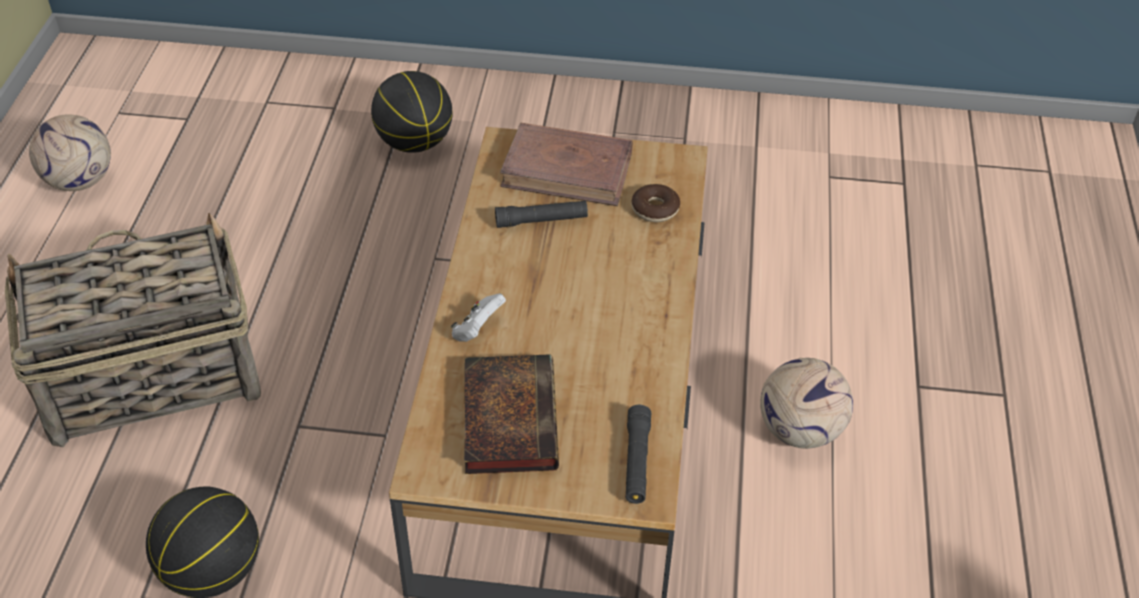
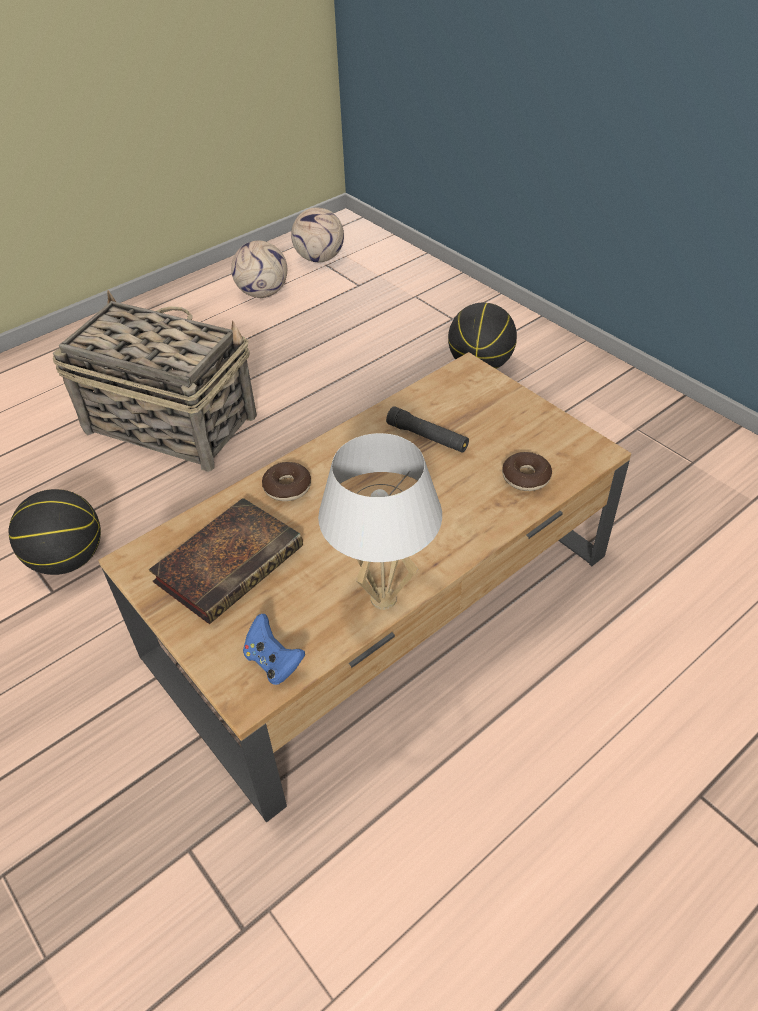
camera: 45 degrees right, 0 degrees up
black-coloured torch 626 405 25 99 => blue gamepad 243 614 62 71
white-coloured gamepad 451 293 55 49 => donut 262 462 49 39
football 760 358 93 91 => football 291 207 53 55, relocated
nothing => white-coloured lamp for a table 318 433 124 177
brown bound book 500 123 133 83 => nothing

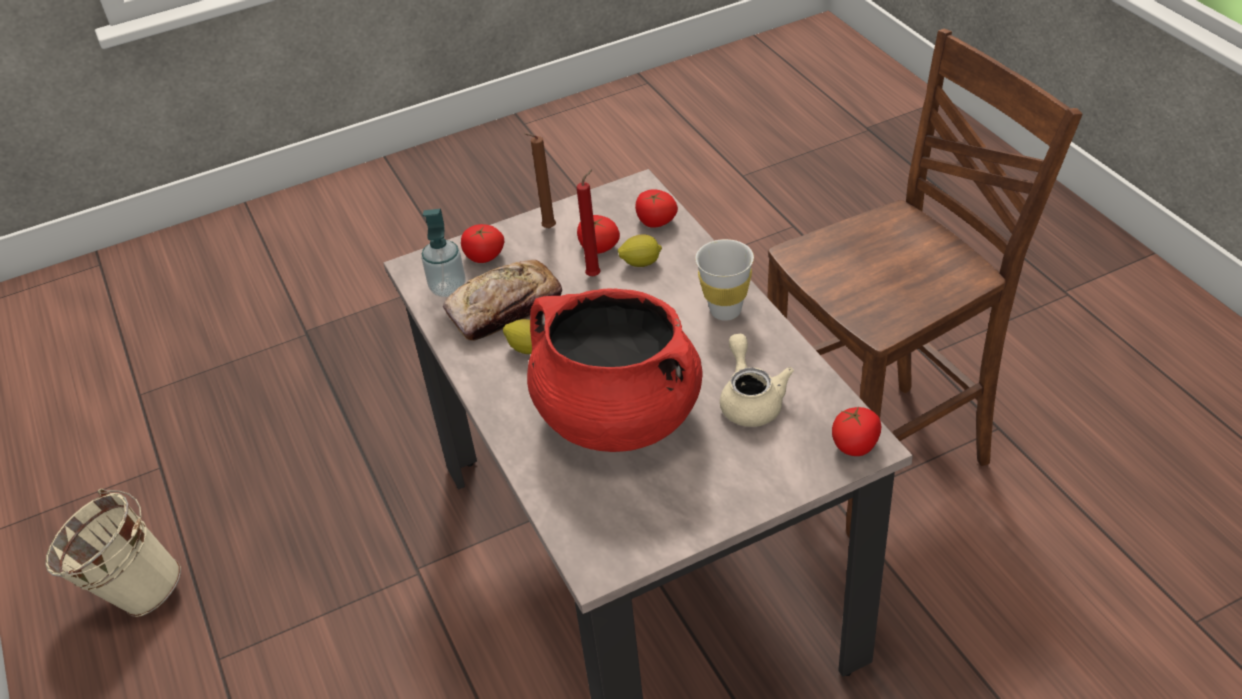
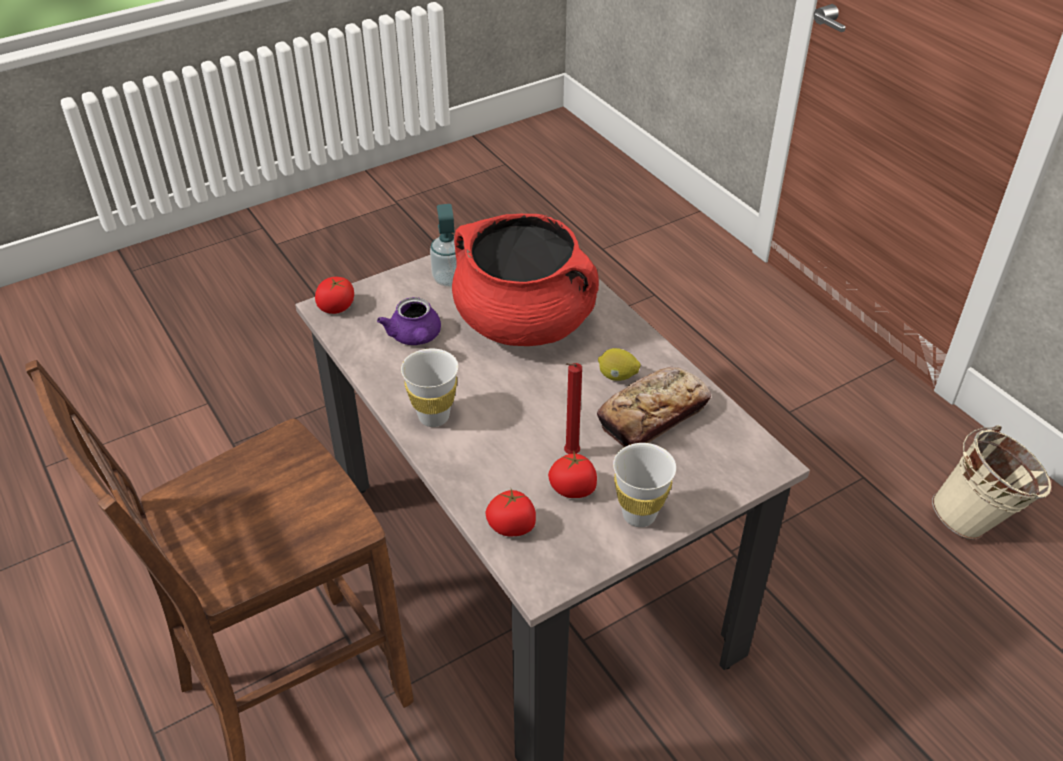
camera: 170 degrees right, 0 degrees up
sand-coloured teapot 720 334 74 93 => purplish teapot 377 297 64 48
soap dispenser 421 209 45 88 => soap dispenser 430 204 27 83, relocated
brown wax light 524 133 32 96 => white-coloured small cup 613 443 63 84
whole tomato 461 224 43 39 => nothing
citrus fruit 618 235 44 32 => nothing

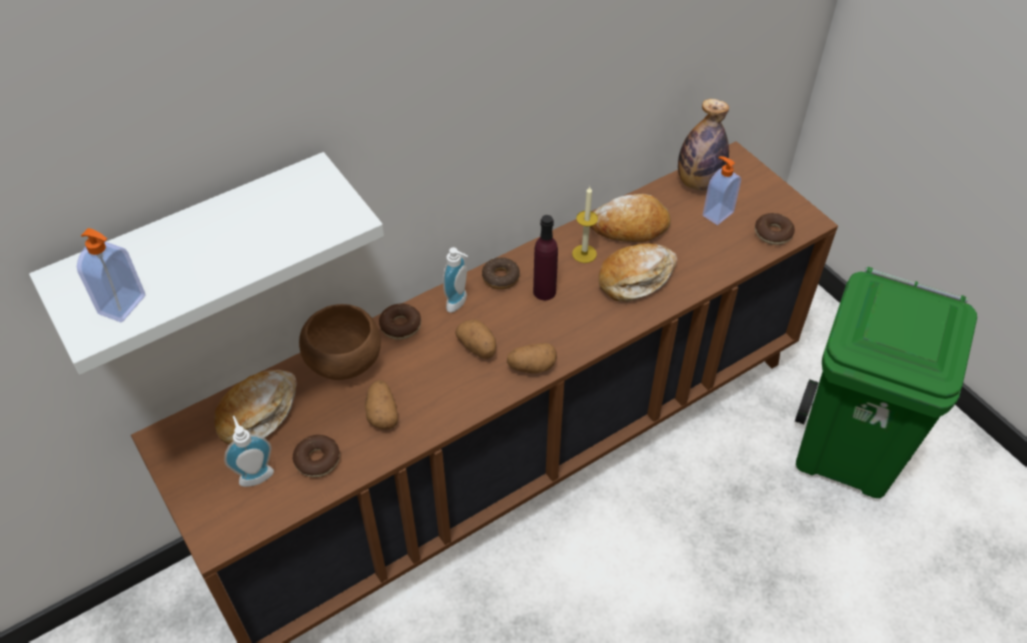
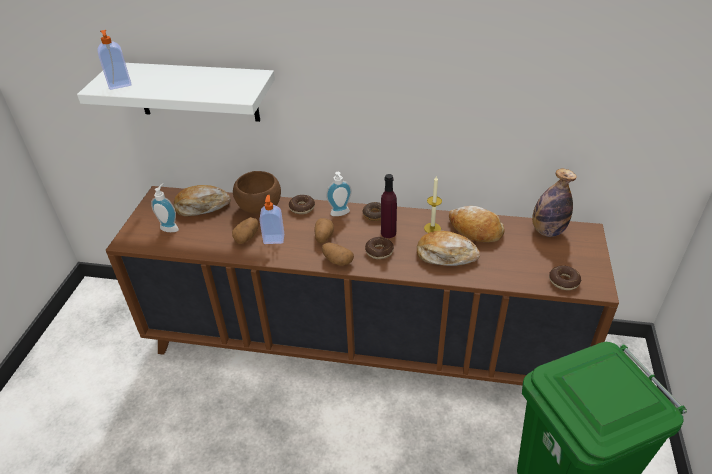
camera: 45 degrees right, 10 degrees down
soap dispenser 703 156 38 69 => soap dispenser 259 195 25 49, relocated
donut 293 435 47 42 => donut 365 237 29 22, relocated

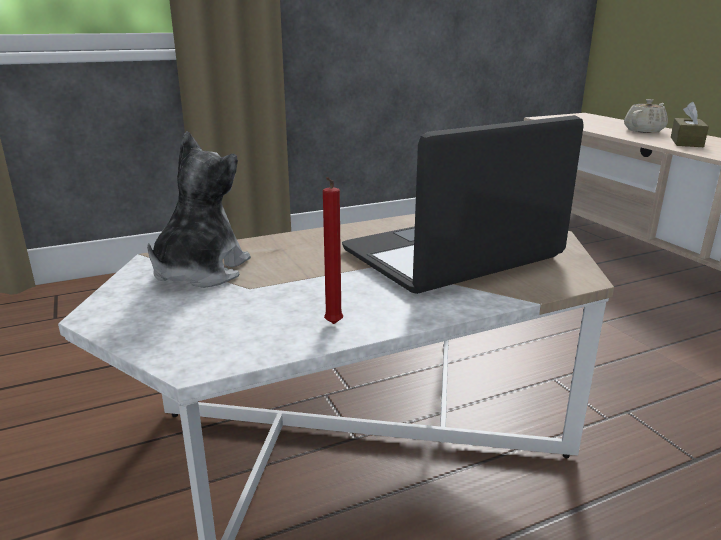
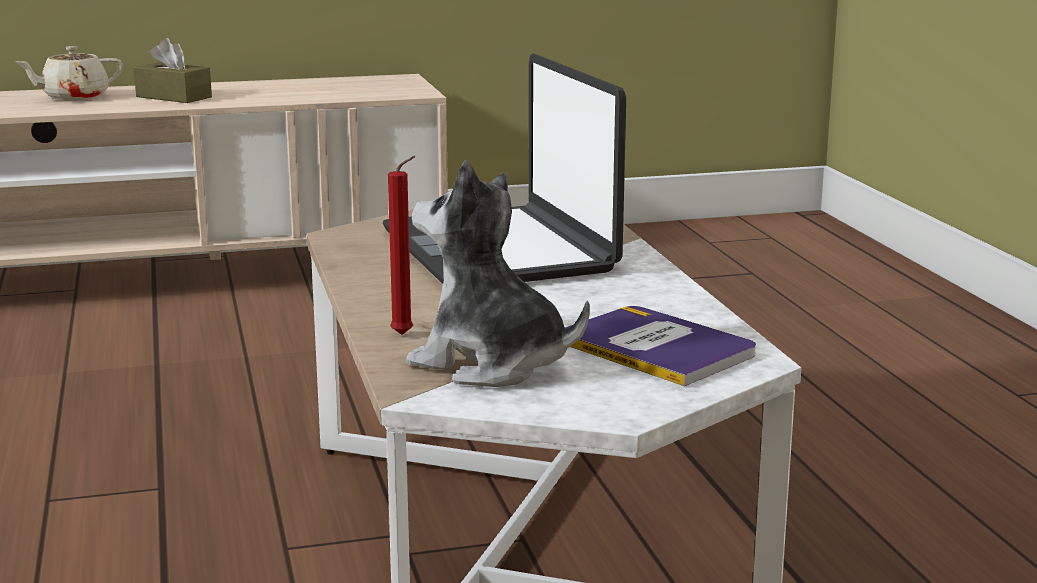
camera: 80 degrees left, 5 degrees down
sand-coloured teapot 624 99 44 34 => sand-coloured teapot 15 46 108 55, 90 degrees counterclockwise
red wax light 323 177 20 147 => red wax light 388 156 28 179, relocated
nothing => bound book 565 306 191 80

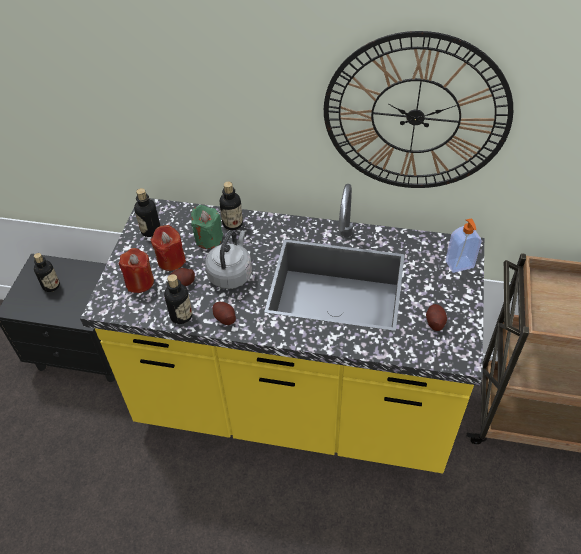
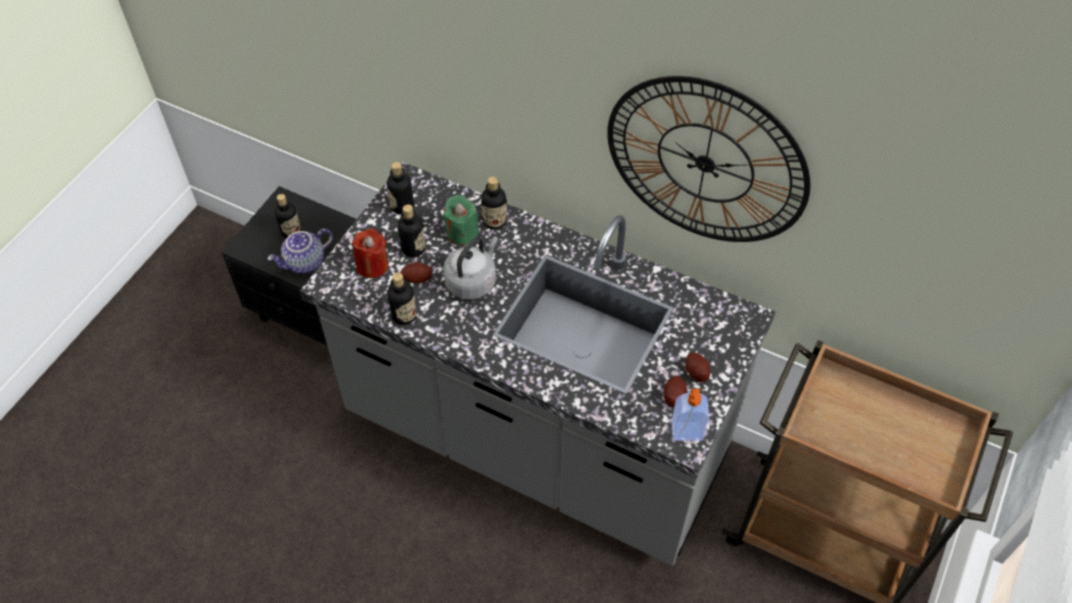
camera: 15 degrees right, 5 degrees up
nothing => teapot 267 228 66 45
yellow kitchen base unit 80 184 404 289 => grey kitchen base unit 300 162 475 404
red wax light 151 225 35 46 => beverage bottle 398 204 28 53
soap dispenser 445 218 37 55 => soap dispenser 671 389 38 52, relocated
spud 212 302 24 23 => spud 686 353 24 29, relocated

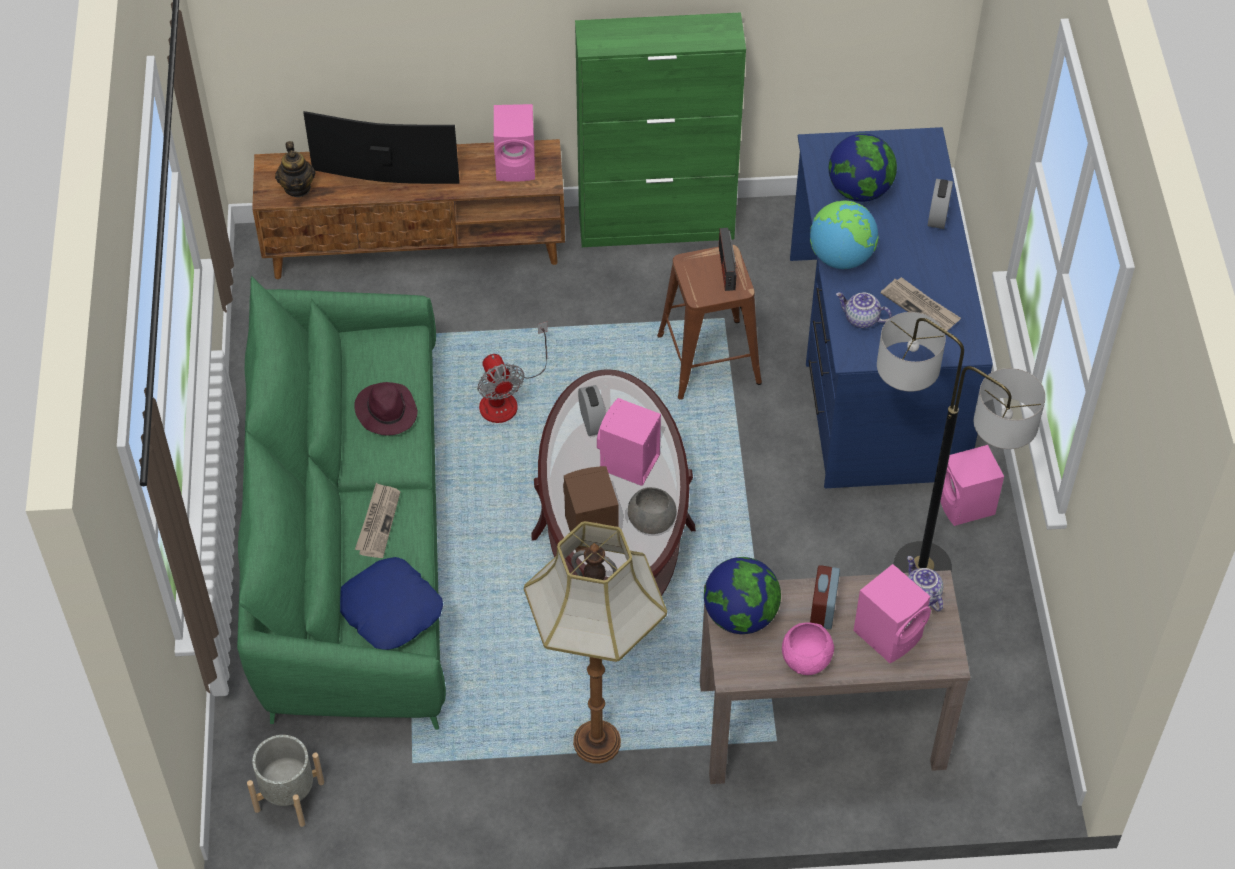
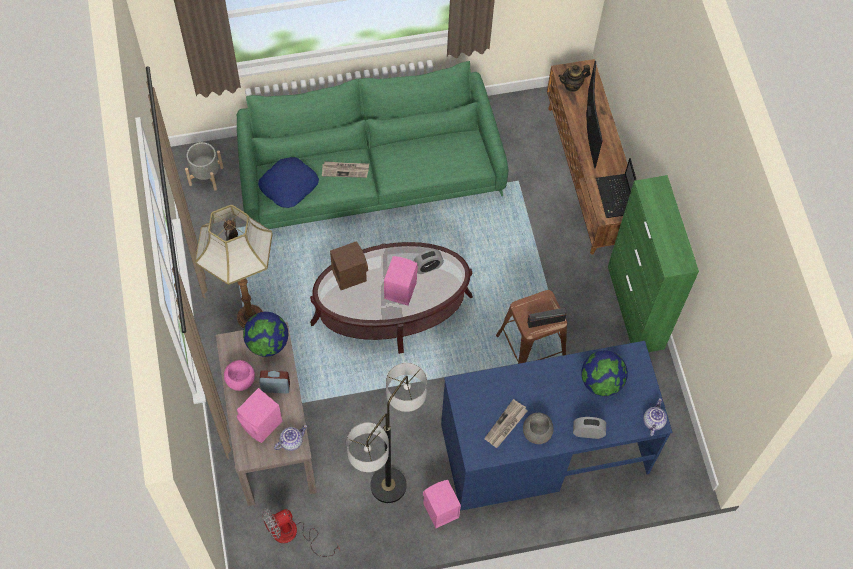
camera: 80 degrees right, 10 degrees up
fan 477 322 71 101 => fan 262 509 78 48, relocated
grey serving bowl 628 487 48 47 => grey serving bowl 523 413 31 31, relocated
pinkish loudspeaker 494 104 41 78 => laptop 596 158 40 60
teapot 836 292 56 36 => teapot 643 398 24 38, relocated
purplish wearable hat 354 382 64 54 => nothing
desk globe 810 201 69 68 => nothing

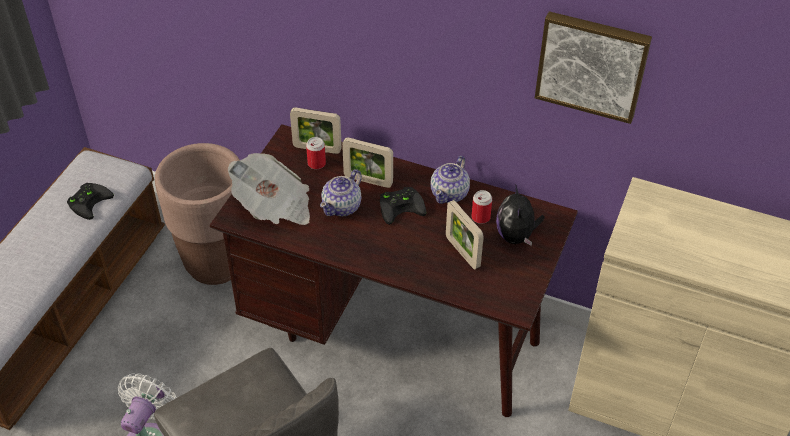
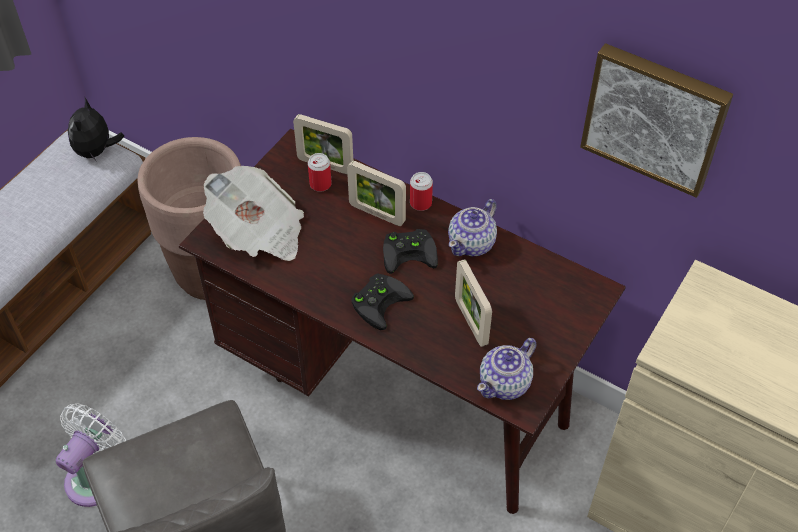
camera: 10 degrees right, 5 degrees up
soft toy 496 184 49 62 => soft toy 68 98 56 62, relocated
black-coloured gamepad 67 183 47 37 => black-coloured gamepad 351 273 63 57, relocated
can 471 190 21 34 => can 410 172 23 39, relocated
teapot 320 169 42 48 => teapot 477 338 59 62, relocated

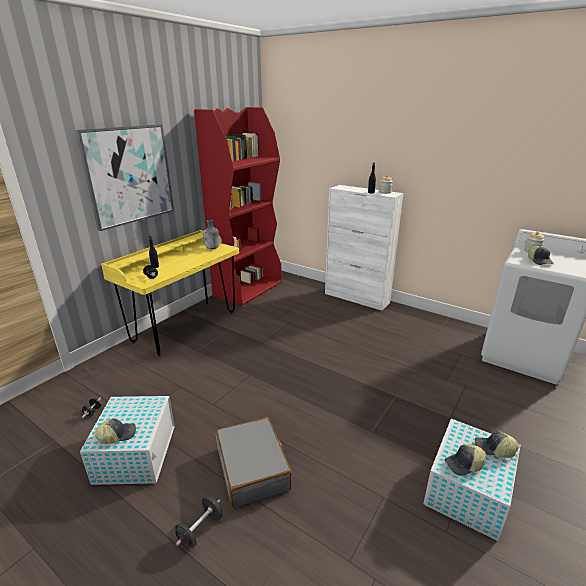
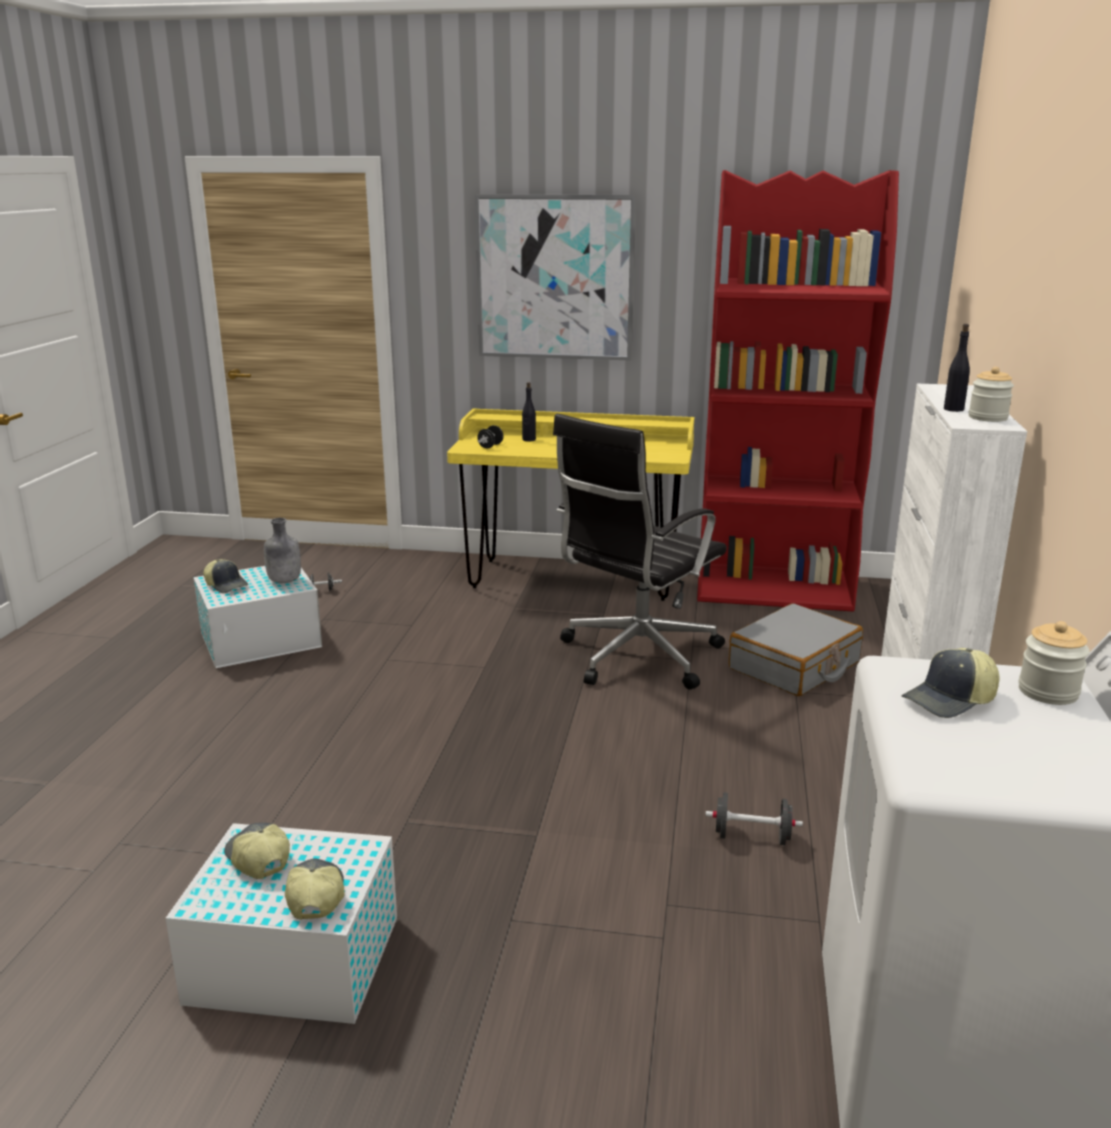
camera: 65 degrees right, 5 degrees down
grey beverage bottle 203 219 17 30 => grey beverage bottle 264 518 37 65, relocated
nothing => black-coloured computer chair 553 414 174 276
black-coloured free weight 175 496 48 52 => black-coloured free weight 705 792 98 53, relocated
grey piece of luggage 216 417 76 91 => grey piece of luggage 729 603 134 93, relocated

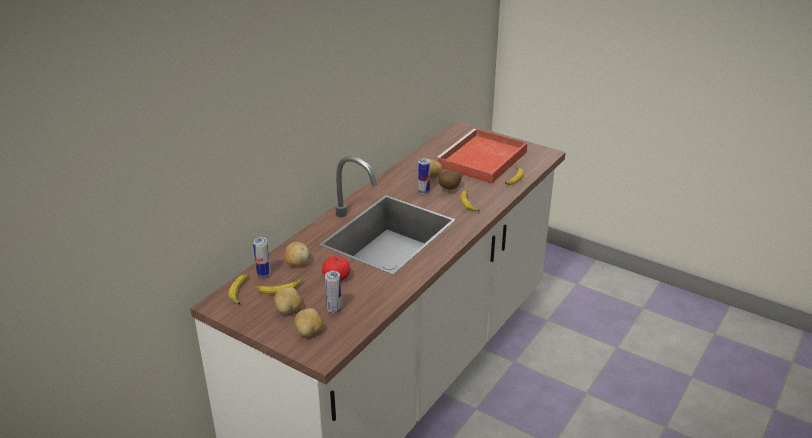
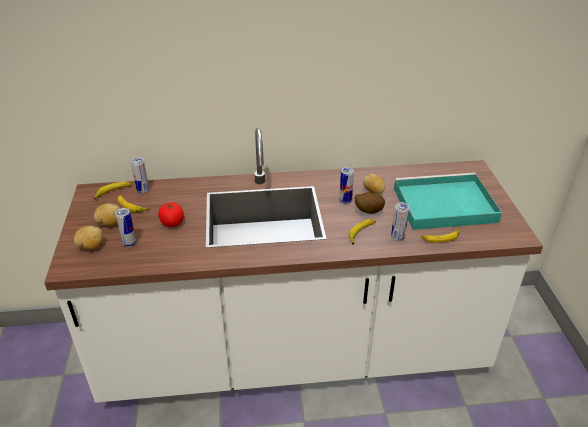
camera: 50 degrees right, 5 degrees up
nothing => can 391 202 18 39
red carrying tray 436 129 91 55 => turquoise carrying tray 394 173 108 57
spud 285 242 24 24 => nothing

